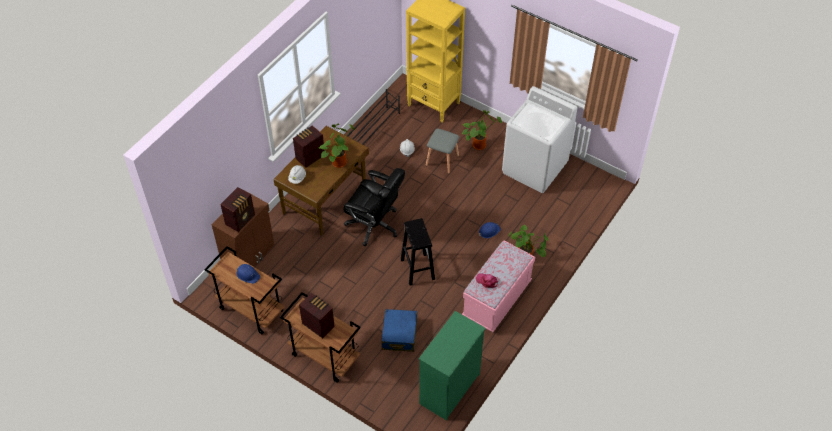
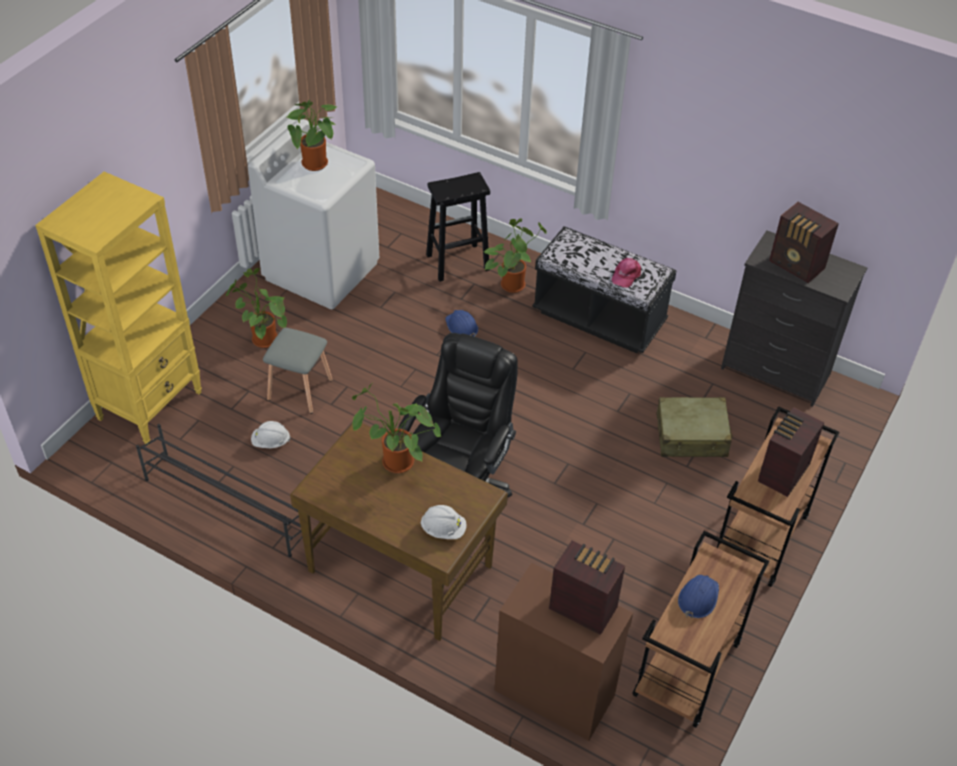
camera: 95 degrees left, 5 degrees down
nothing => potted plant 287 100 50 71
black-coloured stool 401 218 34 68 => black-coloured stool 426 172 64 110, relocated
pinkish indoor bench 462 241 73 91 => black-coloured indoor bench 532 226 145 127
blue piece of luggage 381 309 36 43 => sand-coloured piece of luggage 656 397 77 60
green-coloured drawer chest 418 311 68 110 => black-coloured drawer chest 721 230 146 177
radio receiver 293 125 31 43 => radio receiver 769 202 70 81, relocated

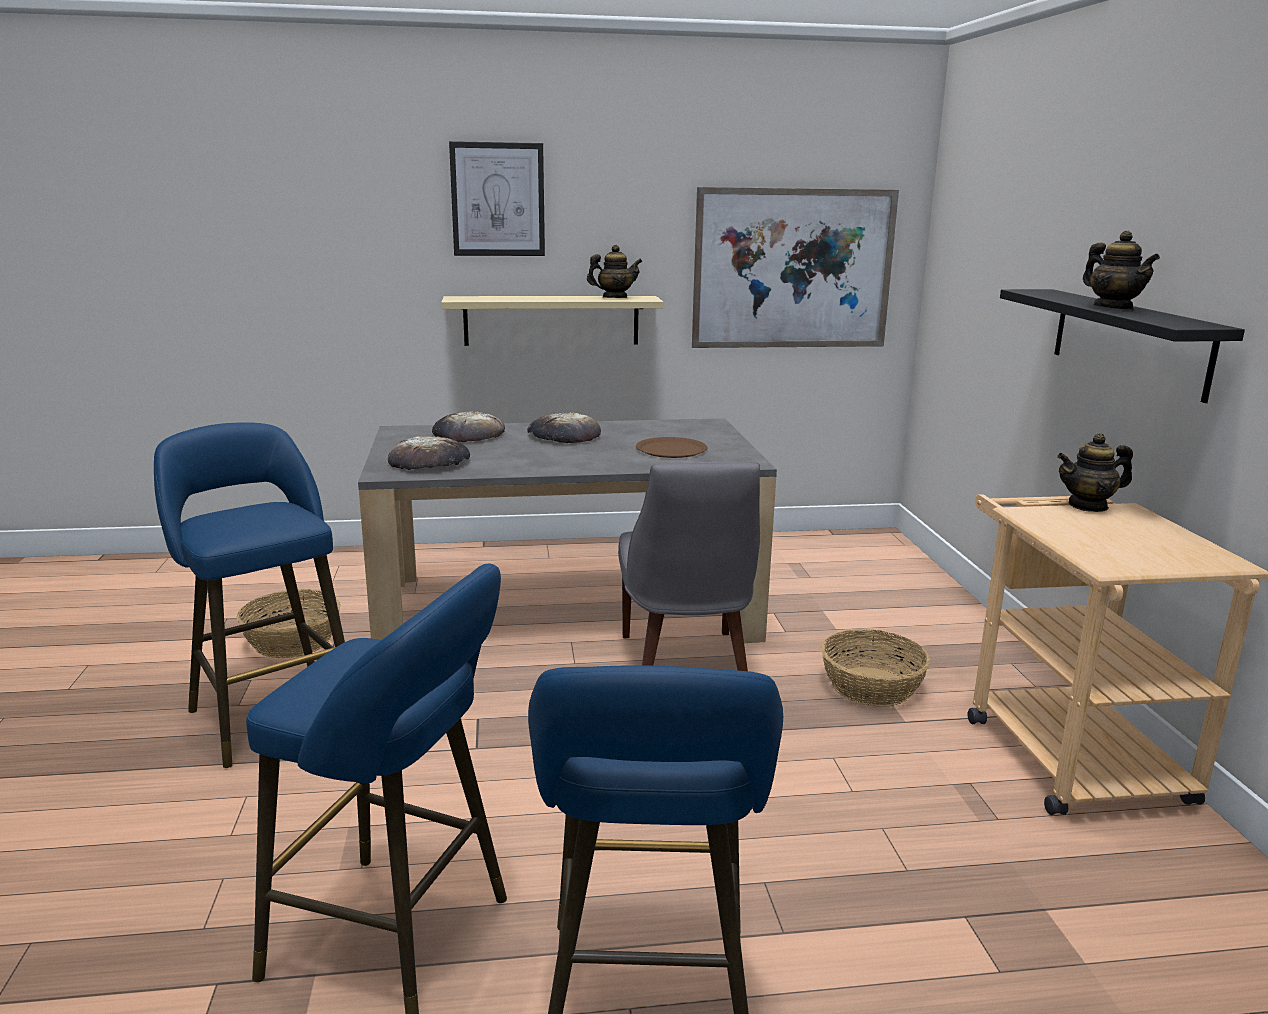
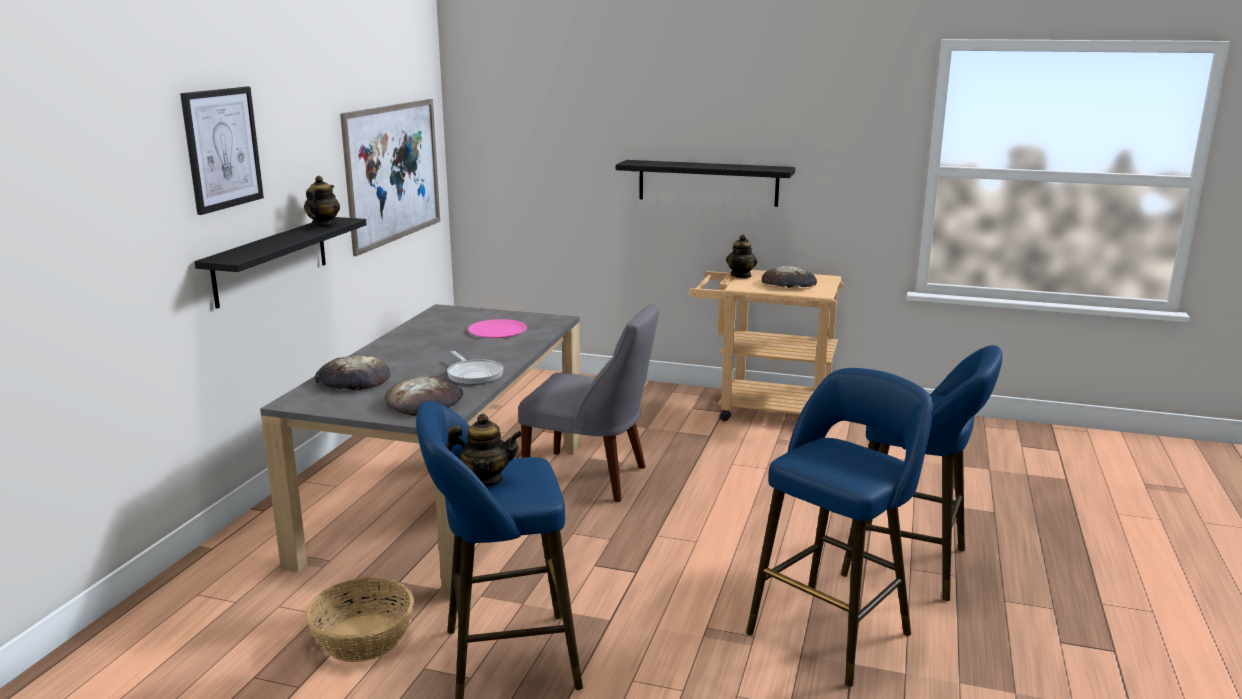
camera: 65 degrees left, 0 degrees up
sand-coloured shelf 441 296 222 50 => black-coloured shelf 195 217 171 92
nothing => frying pan 447 351 57 34
teapot 1083 231 77 79 => teapot 447 414 76 72, relocated
brown dinner plate 636 437 71 21 => pinkish dinner plate 468 319 59 19
bakery bread 527 412 74 31 => bakery bread 762 265 55 23, relocated
storage basket 821 629 109 78 => nothing

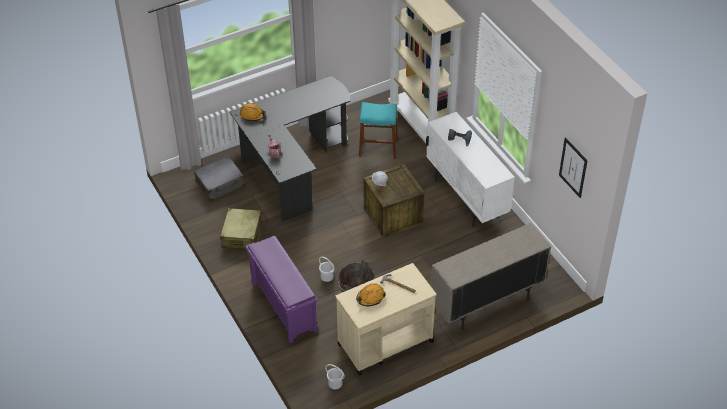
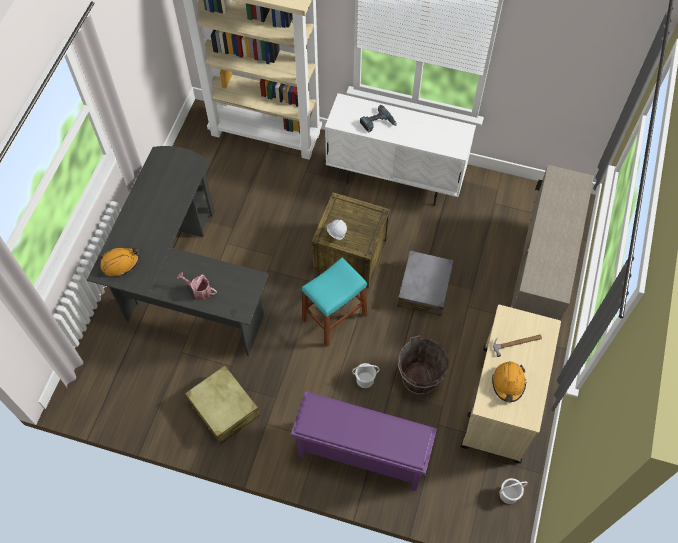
camera: 45 degrees left, 15 degrees up
turquoise stool 359 102 38 56 => turquoise stool 302 258 65 89, relocated
grey piece of luggage 194 156 51 45 => grey piece of luggage 397 251 57 65, relocated
wall art 559 137 29 61 => nothing

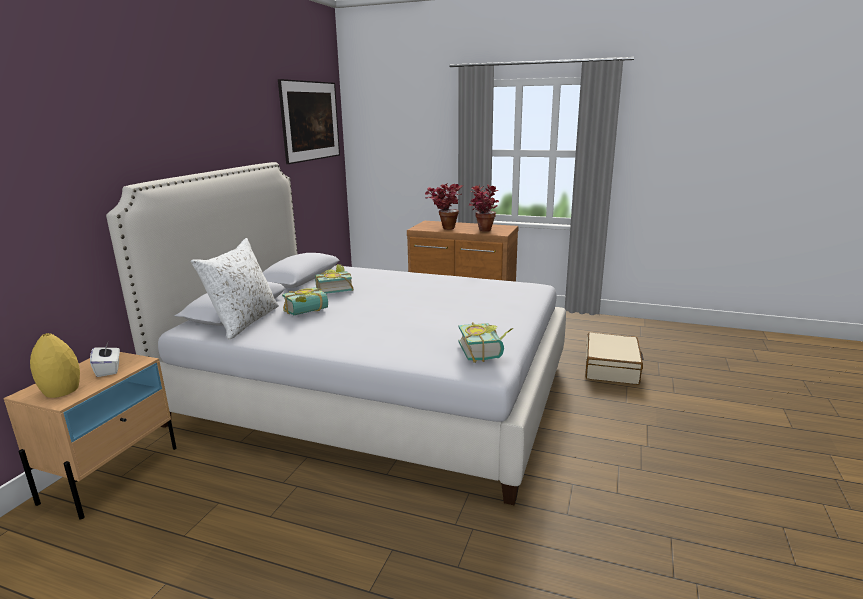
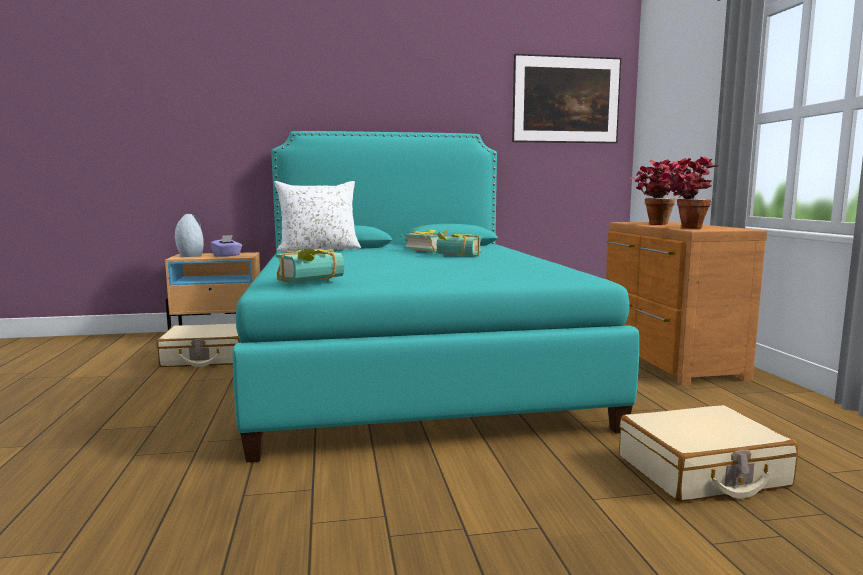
camera: 60 degrees right, 10 degrees down
nothing => sand-coloured piece of luggage 157 324 85 43
yellow flower vase 30 333 50 65 => grey flower vase 175 214 29 43
white-coloured box of tissues 90 340 30 37 => purplish box of tissues 210 235 32 22
white-coloured bed 106 162 460 343 => turquoise bed 233 131 406 331
bound book 282 287 46 29 => bound book 437 232 45 24, relocated

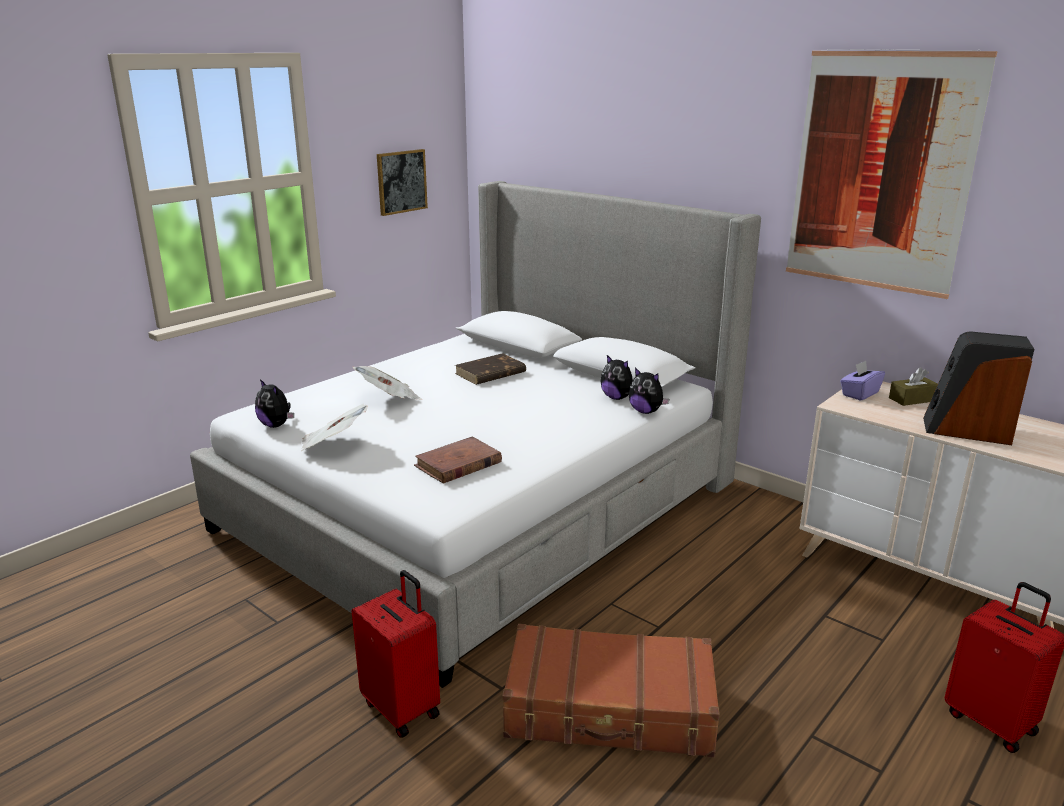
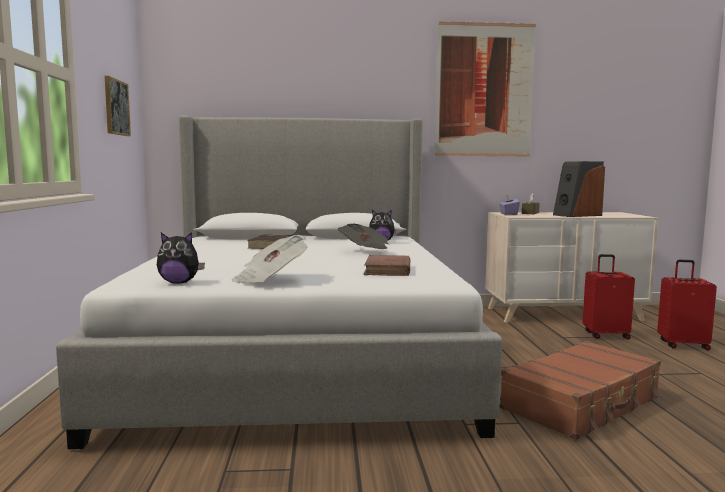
camera: 45 degrees left, 15 degrees down
daily paper 353 366 69 34 => daily paper 338 224 51 25, relocated
red piece of luggage 352 570 88 168 => red piece of luggage 582 254 53 85, relocated
soft toy 628 367 41 47 => nothing

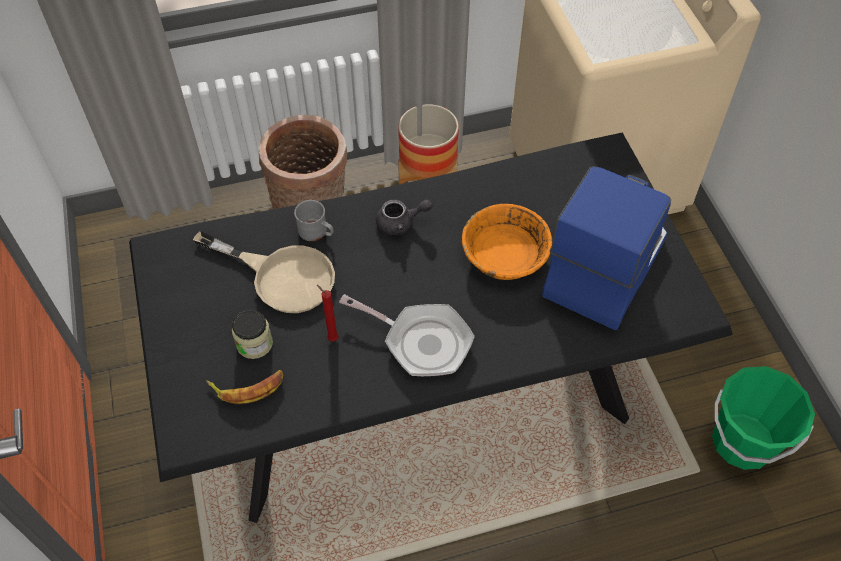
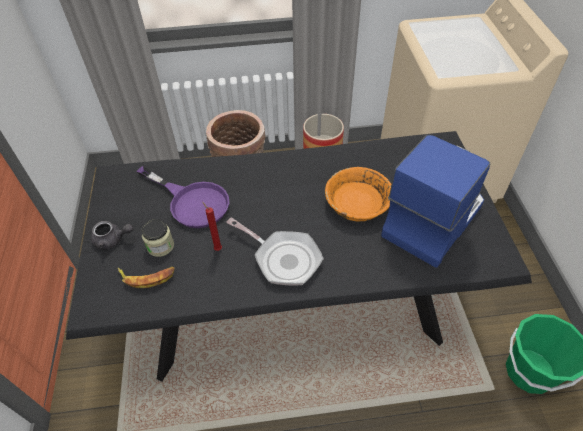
camera: 10 degrees right, 5 degrees down
grey teapot 376 200 56 35 => grey teapot 91 221 42 29, relocated
sand-coloured frying pan 193 231 142 82 => purplish frying pan 136 166 93 62
grey tea mug 294 200 40 41 => nothing

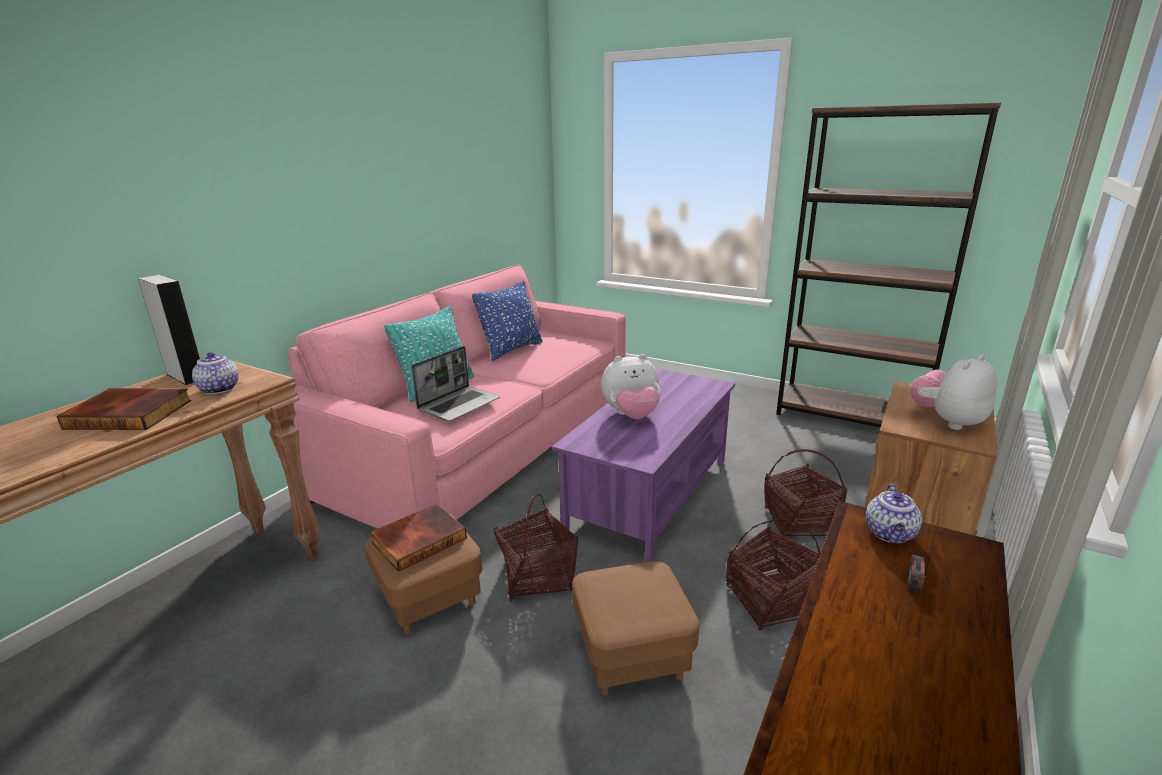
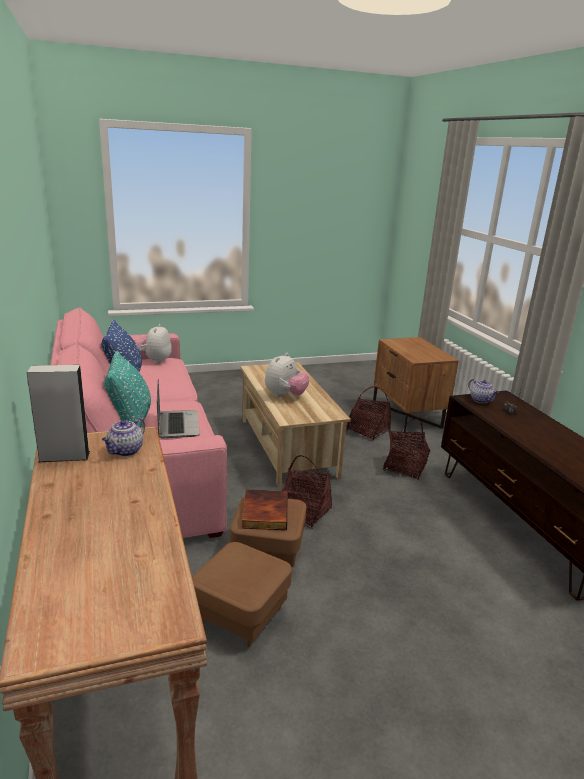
camera: 50 degrees left, 0 degrees up
teapot 192 352 47 42 => teapot 102 418 43 38, 75 degrees counterclockwise
soft toy 910 354 87 76 => soft toy 135 324 37 40, relocated
brown pouffe 572 561 127 134 => brown pouffe 192 542 100 105, relocated
purplish lounge table 552 368 183 194 => sand-coloured lounge table 240 362 111 125
bound book 56 388 135 42 => nothing
brown bookshelf 776 103 225 324 => nothing

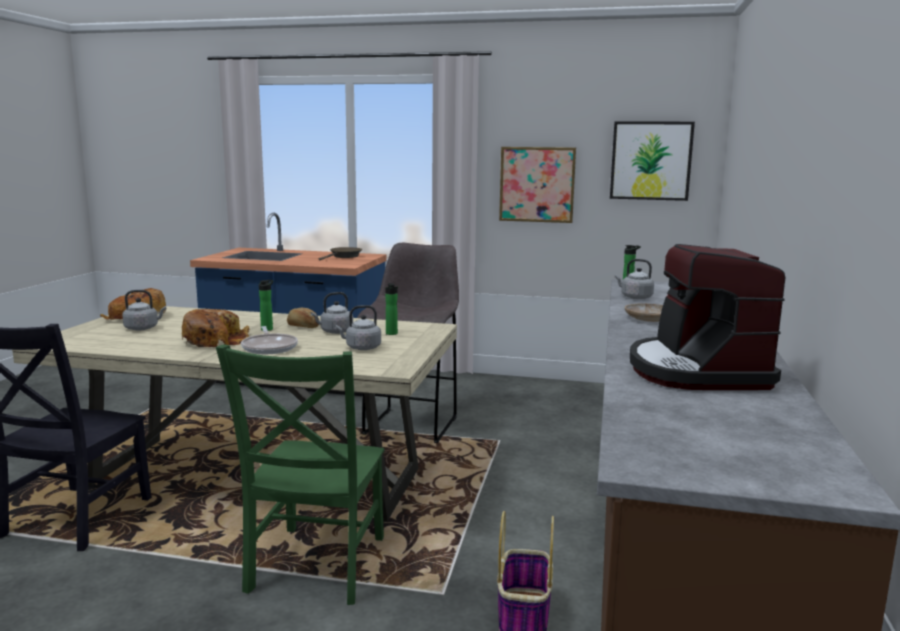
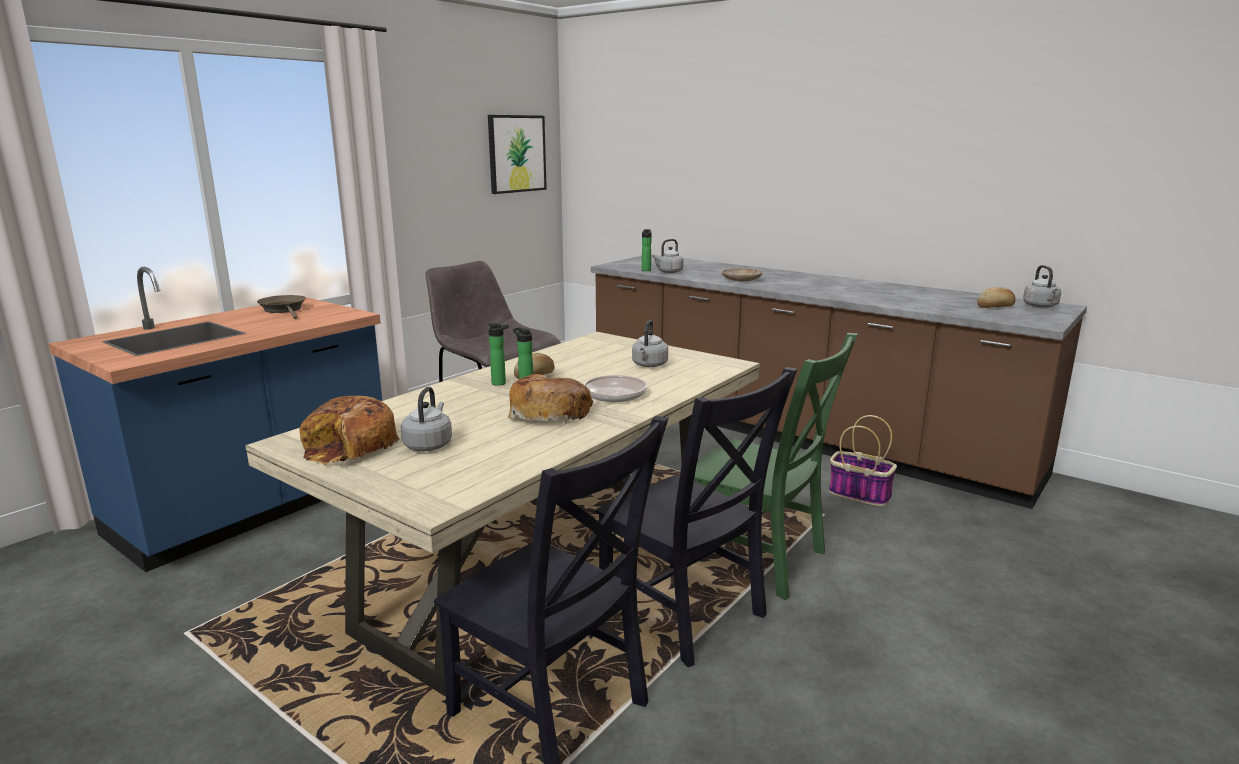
camera: 65 degrees left, 5 degrees up
beverage bottle 385 283 13 52 => beverage bottle 488 323 21 63, relocated
nothing => black-coloured plain chair 595 367 202 300
nothing => bakery bread 977 287 38 21
grey tea kettle 311 292 42 42 => grey tea kettle 1023 265 38 43, relocated
wall art 499 147 77 76 => nothing
coffee maker 630 244 156 146 => nothing

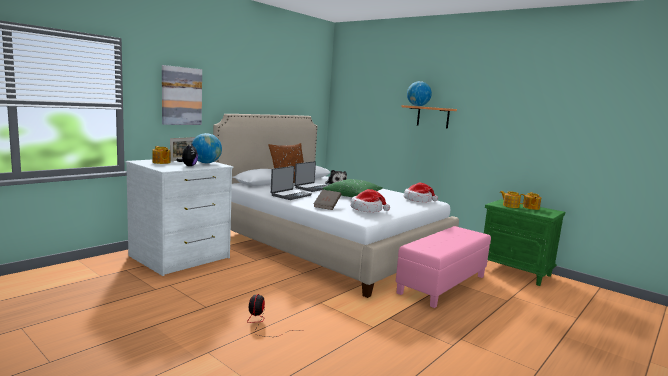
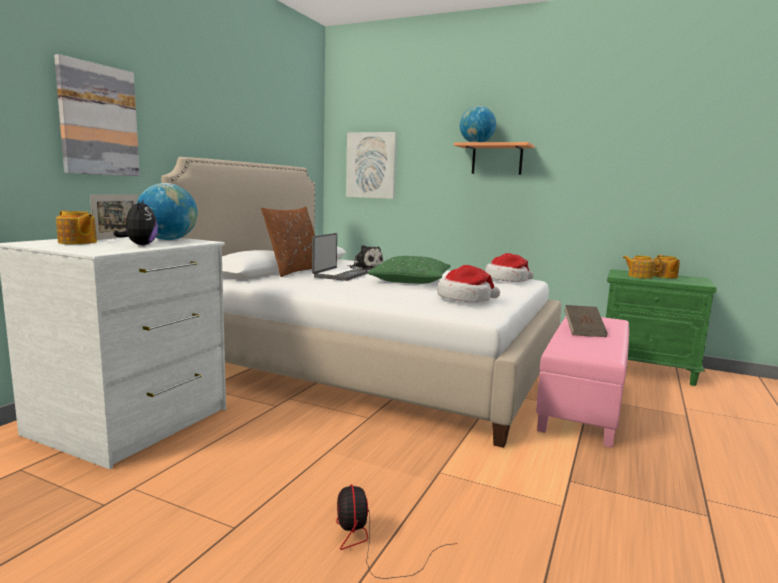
camera: 15 degrees left, 0 degrees up
nothing => wall art 346 132 51 67
brown bound book 314 190 27 20 => brown bound book 564 305 44 32, relocated
laptop 271 166 41 34 => nothing

